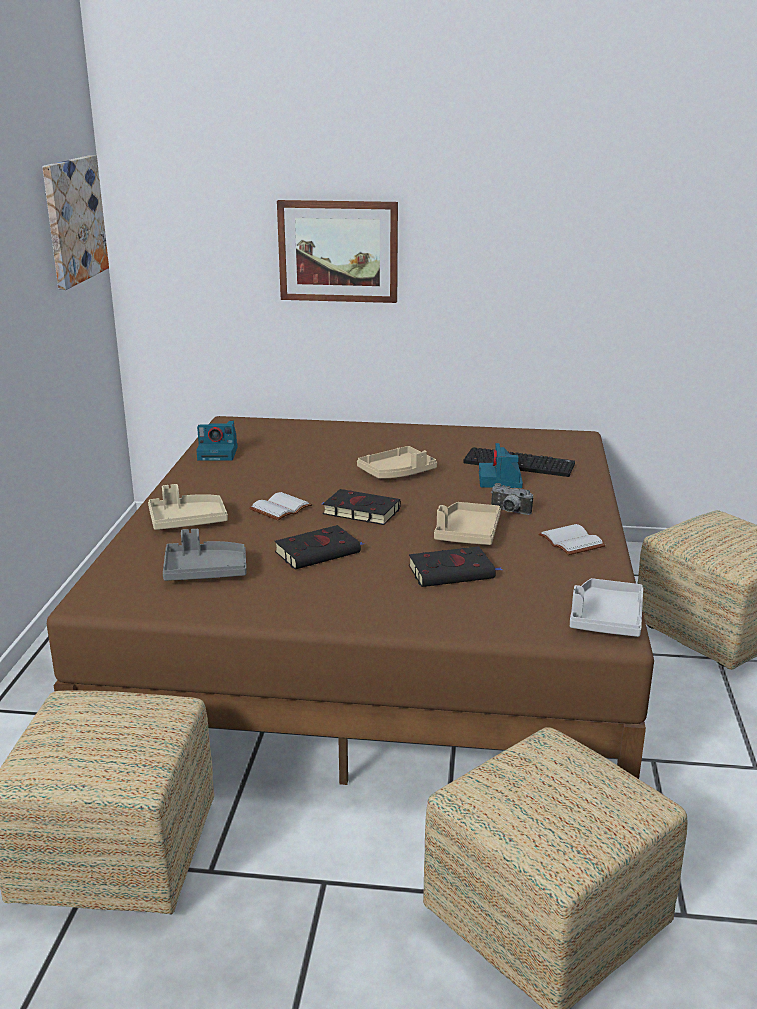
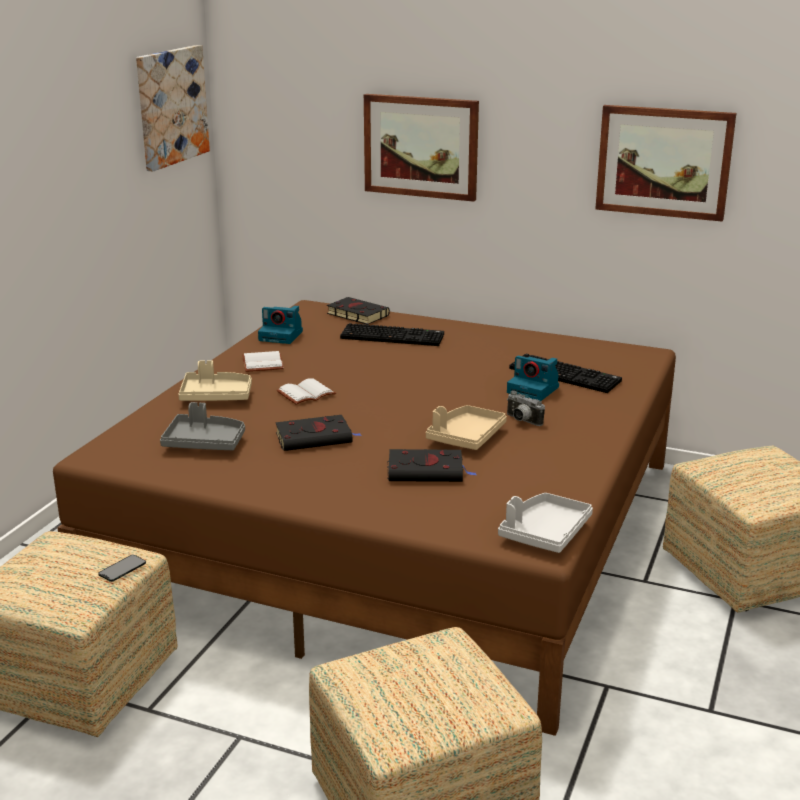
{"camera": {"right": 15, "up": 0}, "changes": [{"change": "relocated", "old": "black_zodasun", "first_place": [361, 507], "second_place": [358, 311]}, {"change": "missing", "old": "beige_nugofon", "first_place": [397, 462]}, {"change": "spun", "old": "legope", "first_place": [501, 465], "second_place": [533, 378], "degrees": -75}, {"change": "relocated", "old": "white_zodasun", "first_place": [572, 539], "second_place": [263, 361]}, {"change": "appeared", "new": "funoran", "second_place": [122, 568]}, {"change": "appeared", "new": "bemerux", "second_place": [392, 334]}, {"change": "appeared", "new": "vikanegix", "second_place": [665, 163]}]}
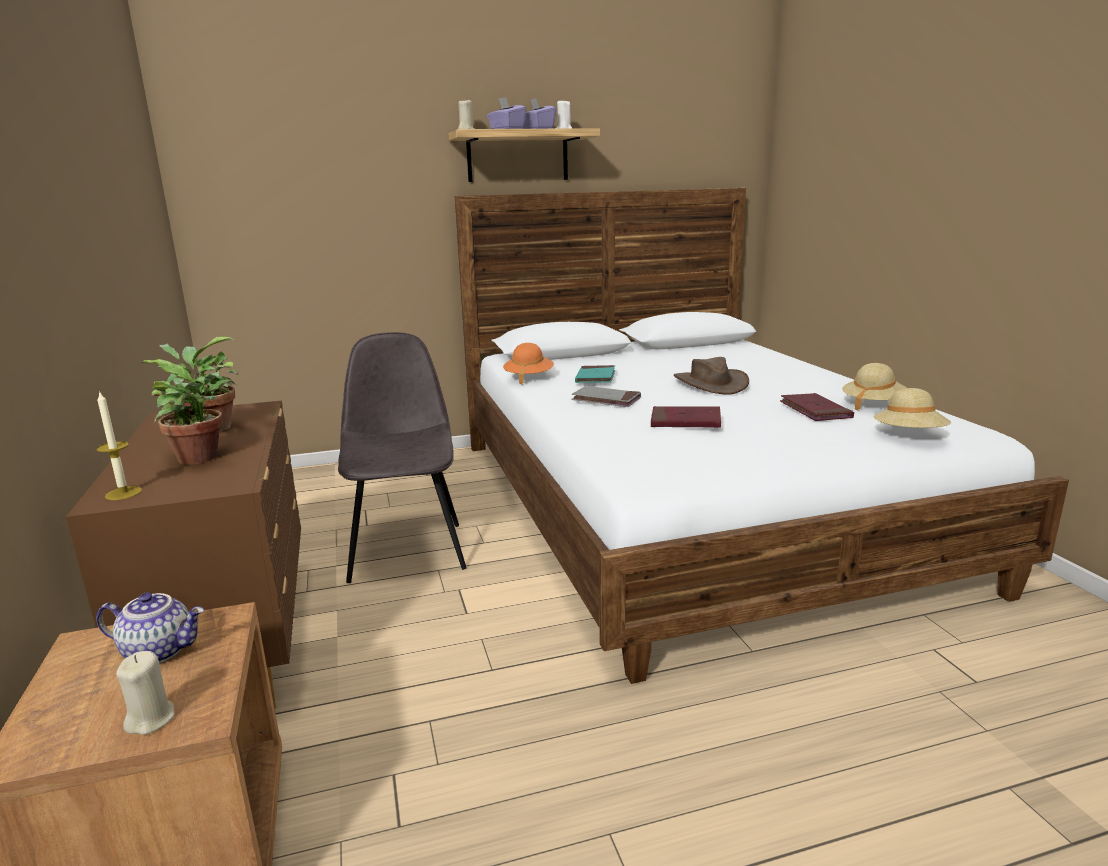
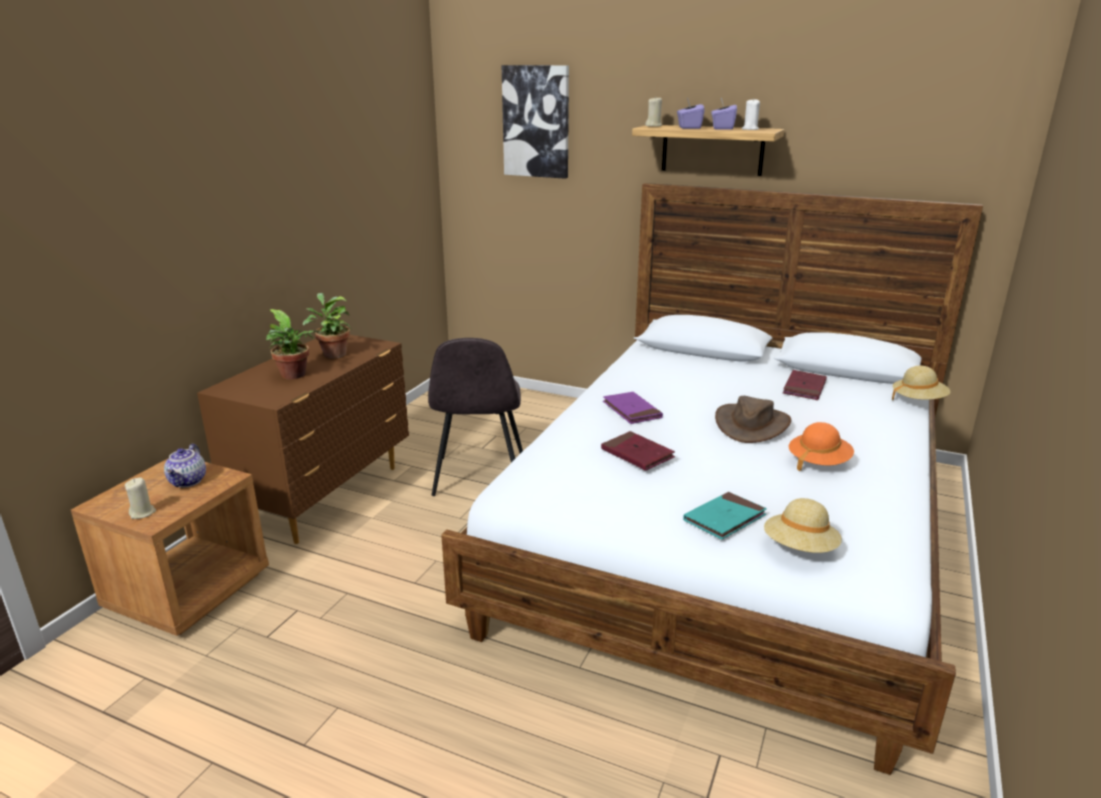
{"camera": {"right": 40, "up": 5}, "changes": [{"change": "missing", "old": "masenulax", "first_place": [119, 445]}, {"change": "spun", "old": "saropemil", "first_place": [150, 627], "second_place": [185, 465], "degrees": 45}, {"change": "spun", "old": "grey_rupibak", "first_place": [402, 457], "second_place": [475, 417], "degrees": 150}, {"change": "relocated", "old": "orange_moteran", "first_place": [528, 364], "second_place": [821, 447]}, {"change": "colour", "old": "grey_zodasun", "new": "purple_zodasun", "first_place": [606, 396], "second_place": [633, 408]}, {"change": "relocated", "old": "turquoise_zodasun", "first_place": [595, 374], "second_place": [725, 516]}, {"change": "relocated", "old": "red_zodasun", "first_place": [817, 407], "second_place": [805, 385]}, {"change": "relocated", "old": "beige_moteran", "first_place": [874, 387], "second_place": [921, 383]}, {"change": "appeared", "new": "vikanegix", "second_place": [535, 122]}]}
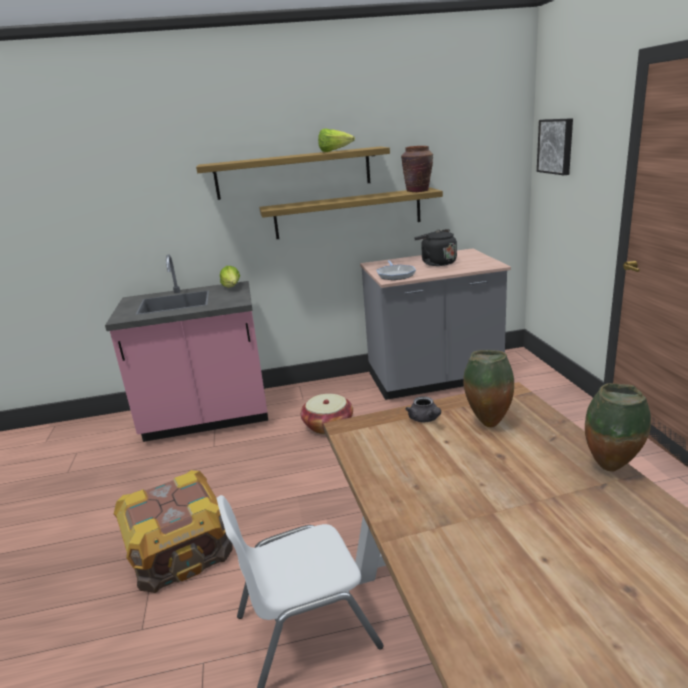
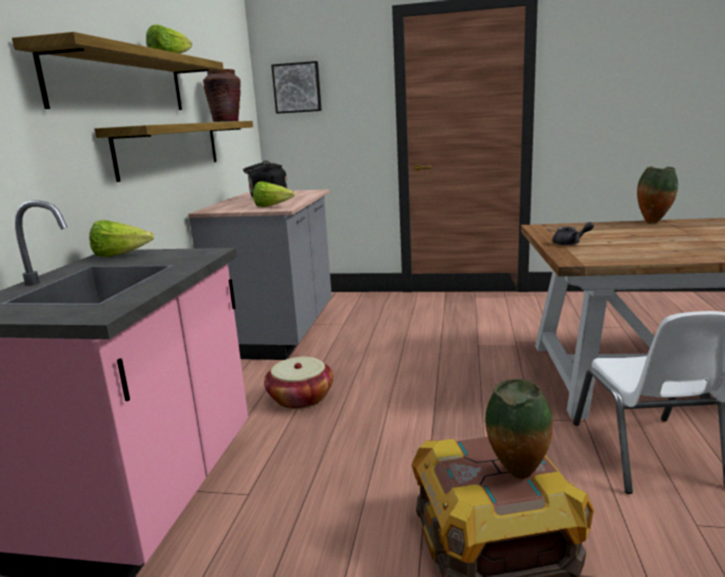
{"camera": {"right": -70, "up": -5}, "changes": [{"change": "exchanged", "old": "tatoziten", "new": "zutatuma", "first_place": [396, 270], "second_place": [274, 194]}, {"change": "relocated", "old": "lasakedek", "first_place": [488, 388], "second_place": [519, 429]}]}
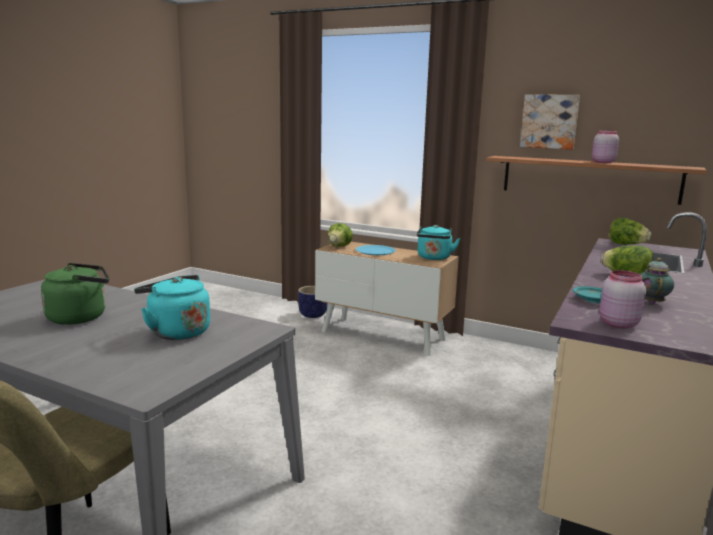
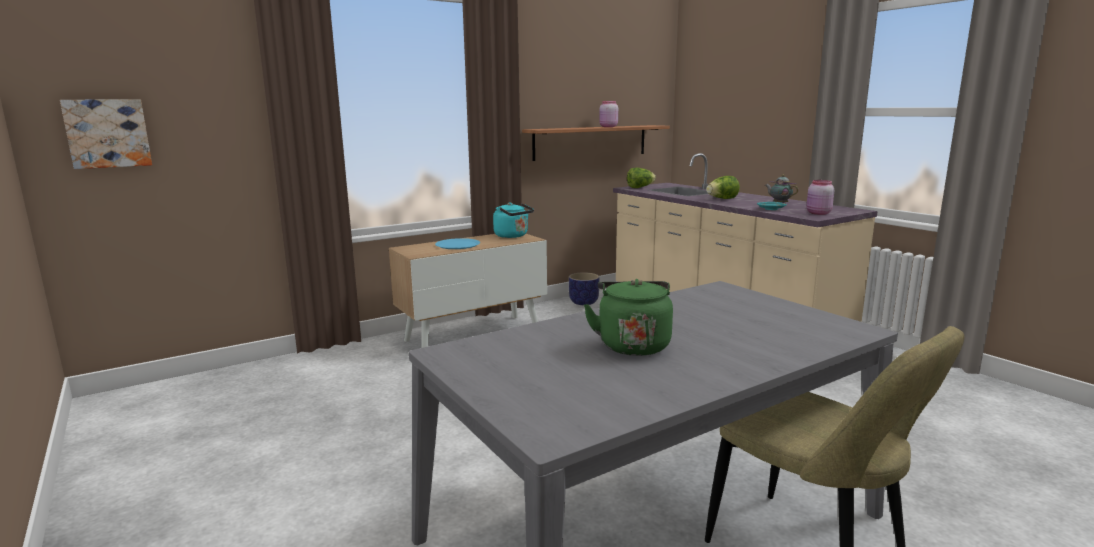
{"camera": {"right": -60, "up": 0}, "changes": [{"change": "missing", "old": "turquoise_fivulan", "first_place": [172, 307]}, {"change": "relocated", "old": "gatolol", "first_place": [313, 302], "second_place": [584, 288]}, {"change": "missing", "old": "zutatuma", "first_place": [340, 235]}, {"change": "relocated", "old": "vikanegix", "first_place": [550, 121], "second_place": [106, 134]}]}
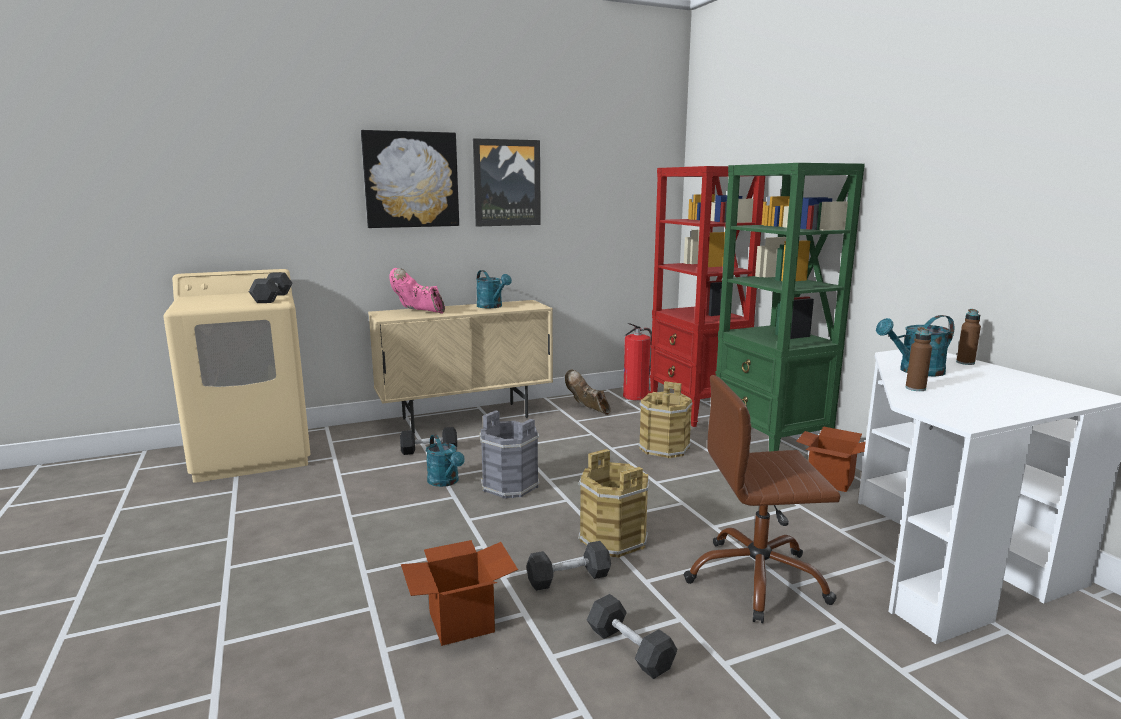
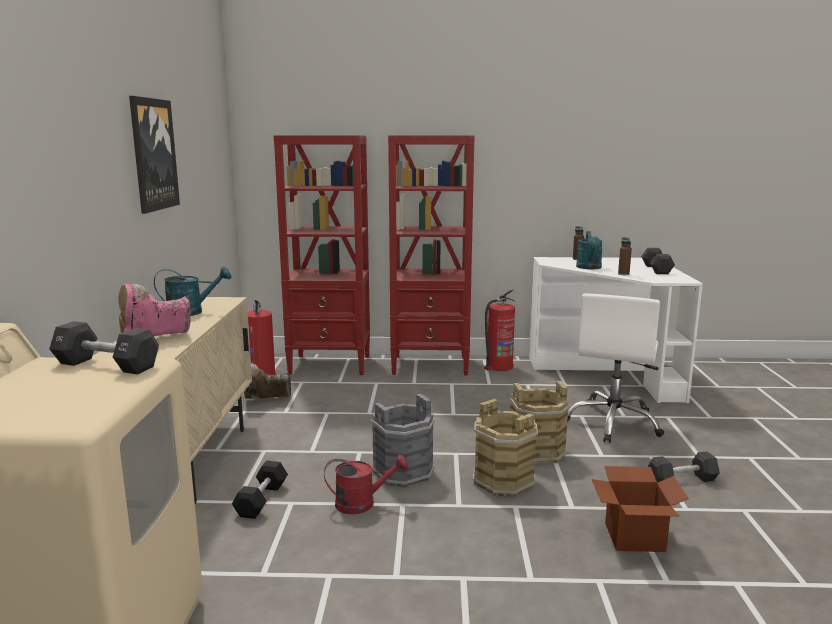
{"camera": {"right": -65, "up": 0}, "changes": [{"change": "missing", "old": "vikanegix", "first_place": [410, 179]}, {"change": "colour", "old": "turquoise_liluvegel", "new": "red_liluvegel", "first_place": [445, 460], "second_place": [366, 484]}, {"change": "relocated", "old": "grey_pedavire", "first_place": [568, 566], "second_place": [658, 261]}, {"change": "relocated", "old": "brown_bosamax", "first_place": [665, 419], "second_place": [505, 448]}, {"change": "colour", "old": "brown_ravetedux", "new": "white_ravetedux", "first_place": [762, 499], "second_place": [615, 368]}, {"change": "colour", "old": "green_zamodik", "new": "red_zamodik", "first_place": [790, 307], "second_place": [431, 255]}, {"change": "exchanged", "old": "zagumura", "new": "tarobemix", "first_place": [831, 459], "second_place": [499, 330]}]}
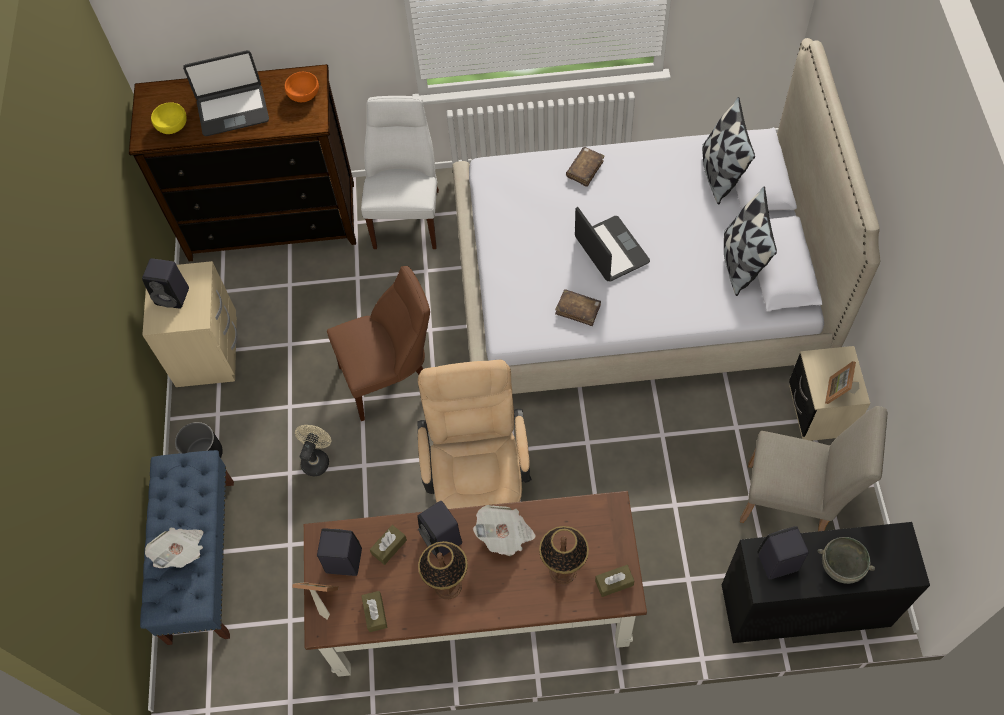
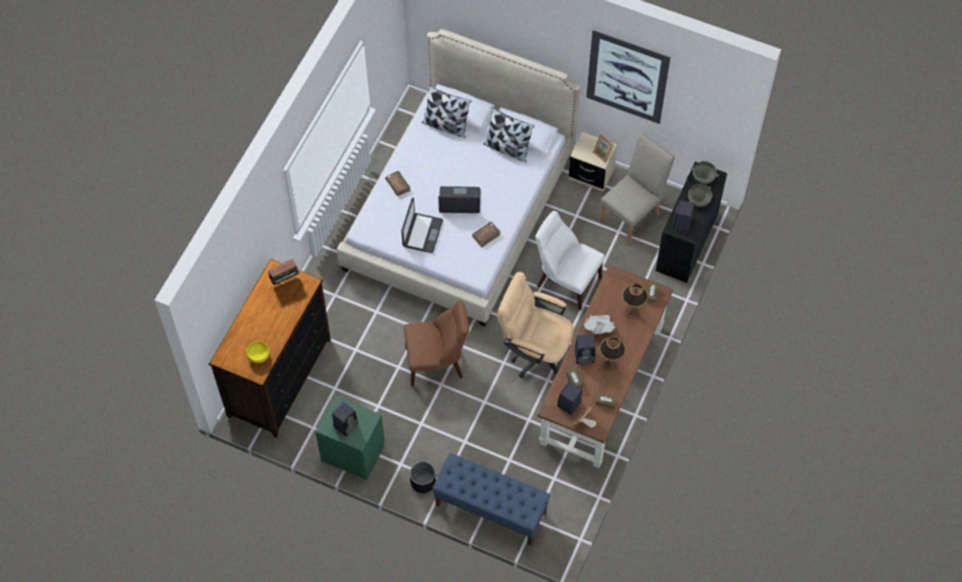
{"camera": {"right": -65, "up": 0}, "changes": [{"change": "colour", "old": "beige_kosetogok", "new": "green_kosetogok", "first_place": [190, 324], "second_place": [350, 438]}, {"change": "missing", "old": "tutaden", "first_place": [174, 548]}, {"change": "relocated", "old": "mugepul", "first_place": [226, 93], "second_place": [422, 225]}, {"change": "exchanged", "old": "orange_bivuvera", "new": "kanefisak", "first_place": [301, 87], "second_place": [283, 272]}, {"change": "missing", "old": "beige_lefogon", "first_place": [313, 450]}, {"change": "spun", "old": "brown_rupibak", "first_place": [378, 343], "second_place": [436, 343], "degrees": 75}, {"change": "relocated", "old": "white_rupibak", "first_place": [400, 172], "second_place": [570, 261]}, {"change": "appeared", "new": "vikanegix", "second_place": [628, 77]}, {"change": "appeared", "new": "grey_bivuvera", "second_place": [705, 172]}]}
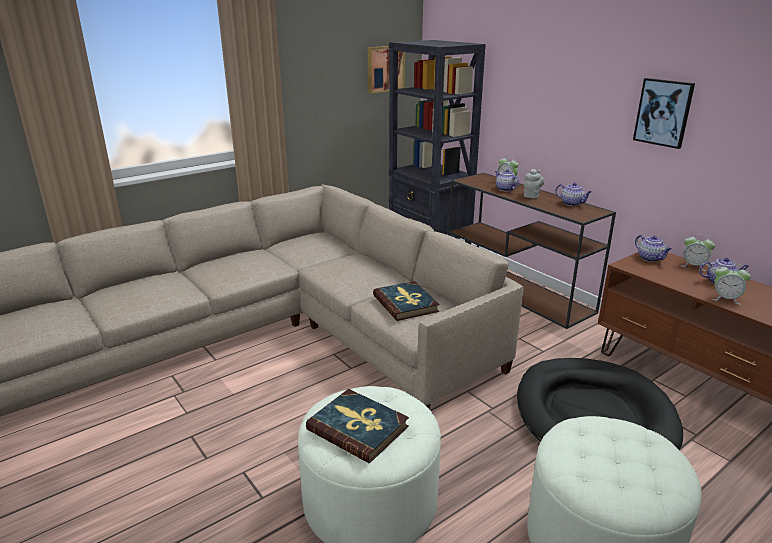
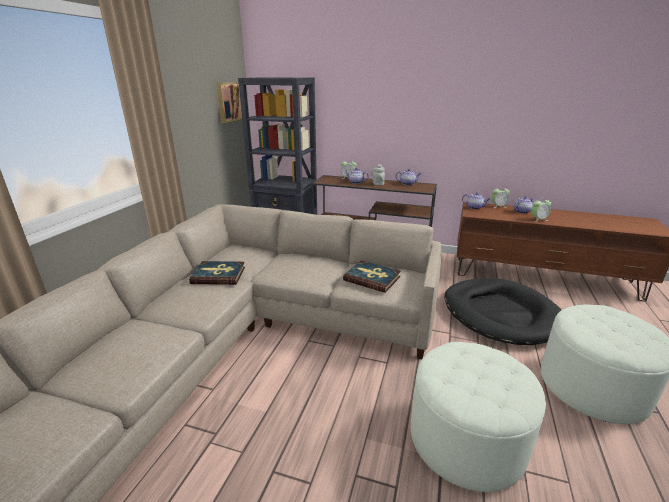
{"camera": {"right": -35, "up": 0}, "changes": [{"change": "relocated", "old": "zodasun", "first_place": [357, 426], "second_place": [217, 273]}, {"change": "missing", "old": "vikanegix", "first_place": [664, 113]}]}
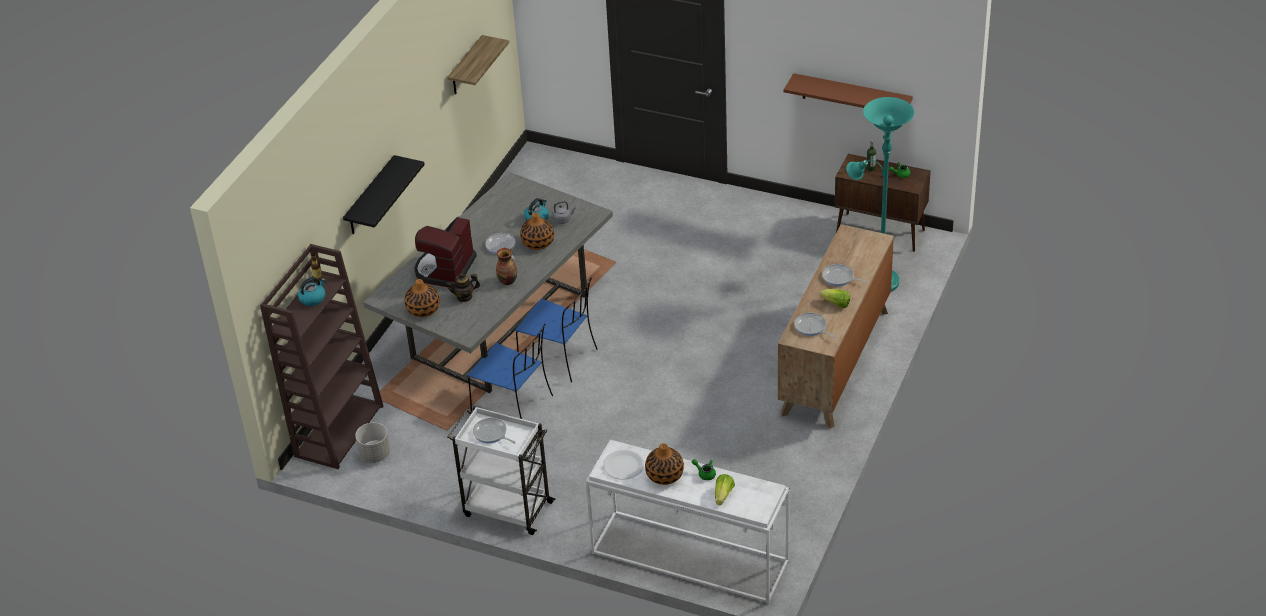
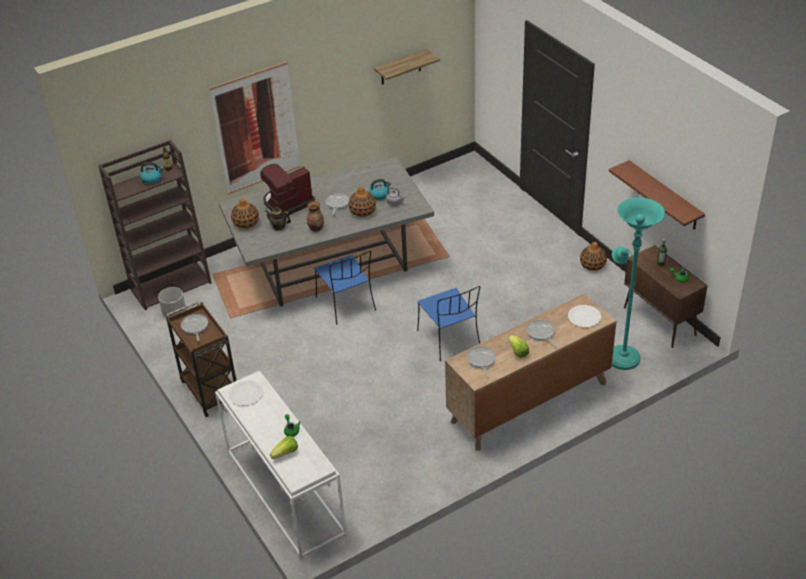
{"camera": {"right": 35, "up": 0}, "changes": [{"change": "exchanged", "old": "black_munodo", "new": "vikanegix", "first_place": [384, 194], "second_place": [254, 128]}, {"change": "colour", "old": "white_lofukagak", "new": "brown_lofukagak", "first_place": [502, 470], "second_place": [201, 359]}, {"change": "relocated", "old": "blue_rupibak", "first_place": [510, 371], "second_place": [448, 323]}, {"change": "relocated", "old": "lasakedek", "first_place": [664, 464], "second_place": [593, 256]}, {"change": "appeared", "new": "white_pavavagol", "second_place": [584, 316]}]}
